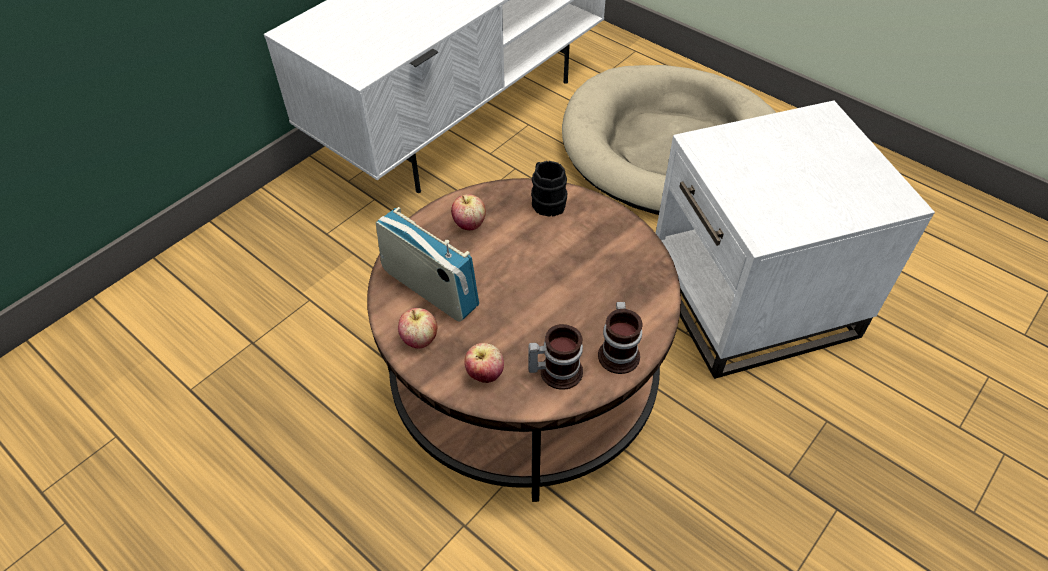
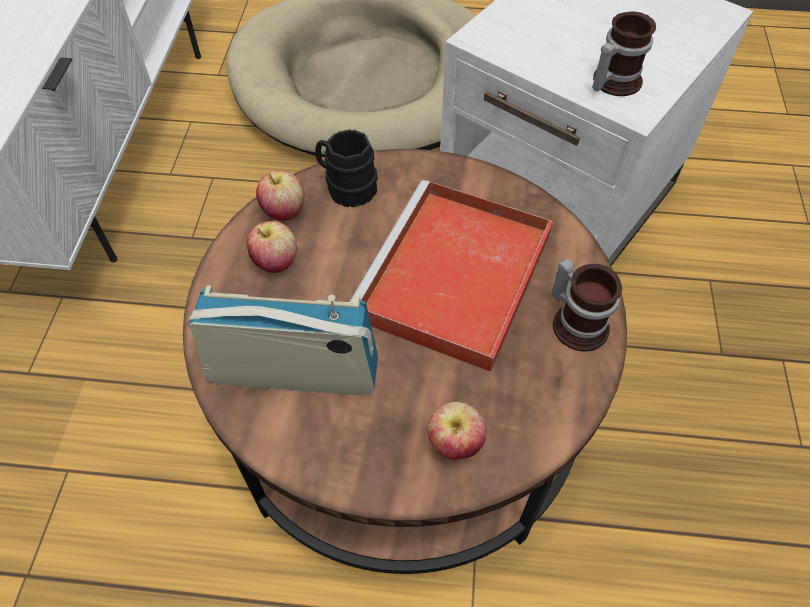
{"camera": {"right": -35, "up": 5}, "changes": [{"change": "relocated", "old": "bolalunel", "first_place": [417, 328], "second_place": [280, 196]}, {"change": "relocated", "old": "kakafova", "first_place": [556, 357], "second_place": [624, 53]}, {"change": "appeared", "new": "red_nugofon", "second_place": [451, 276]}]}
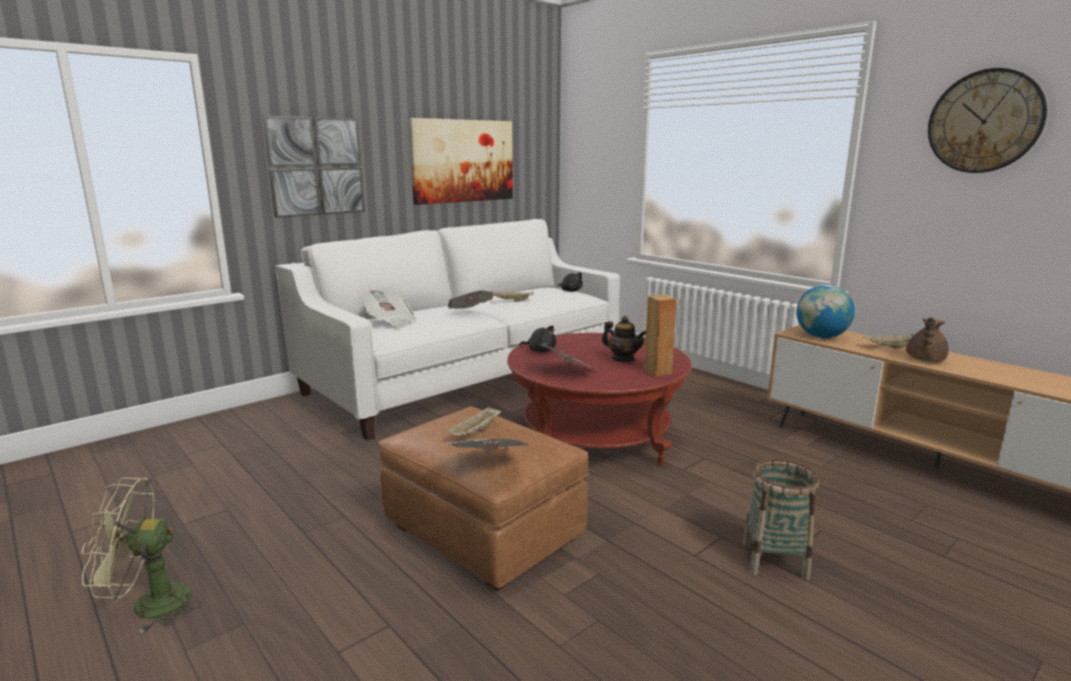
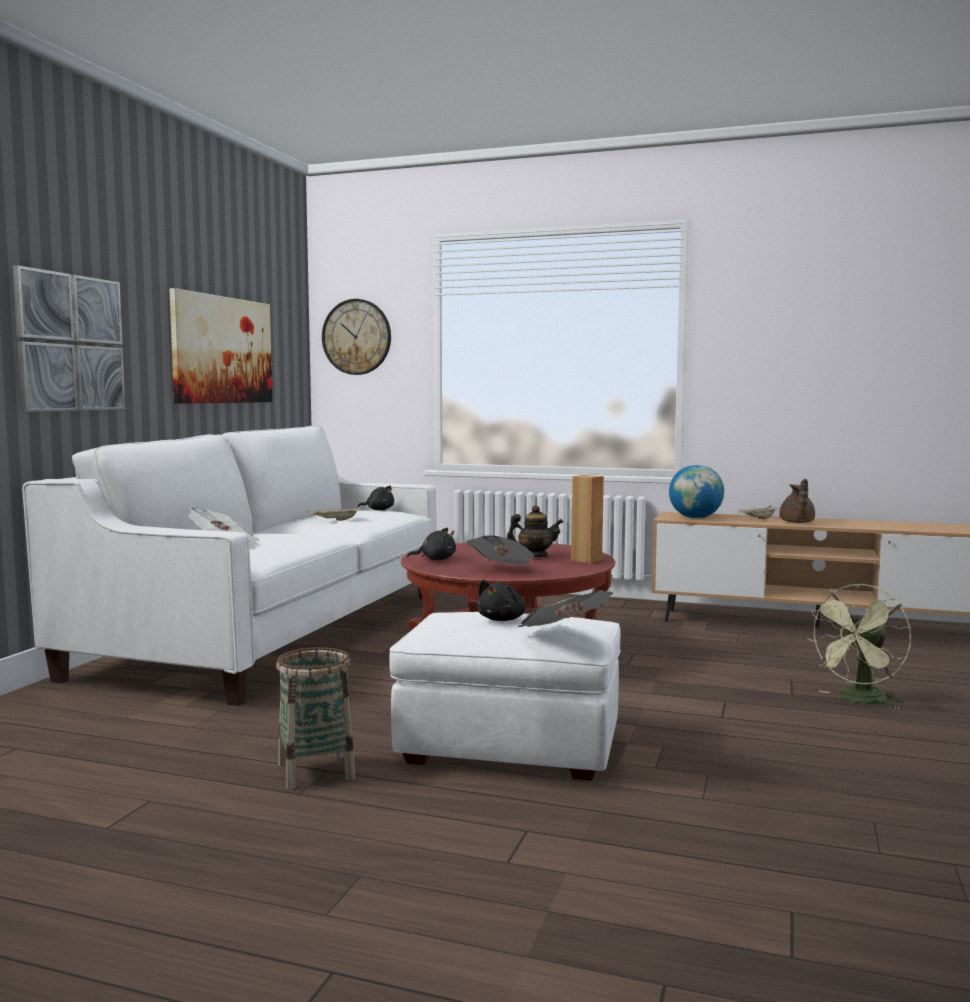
{"camera": {"right": -30, "up": -10}, "changes": [{"change": "relocated", "old": "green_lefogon", "first_place": [142, 556], "second_place": [859, 646]}, {"change": "colour", "old": "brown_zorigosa", "new": "white_zorigosa", "first_place": [483, 499], "second_place": [505, 696]}, {"change": "exchanged", "old": "beige_nugofon", "new": "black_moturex", "first_place": [473, 421], "second_place": [501, 600]}, {"change": "missing", "old": "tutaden", "first_place": [470, 299]}, {"change": "relocated", "old": "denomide", "first_place": [781, 520], "second_place": [315, 718]}, {"change": "relocated", "old": "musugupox", "first_place": [987, 120], "second_place": [356, 337]}]}
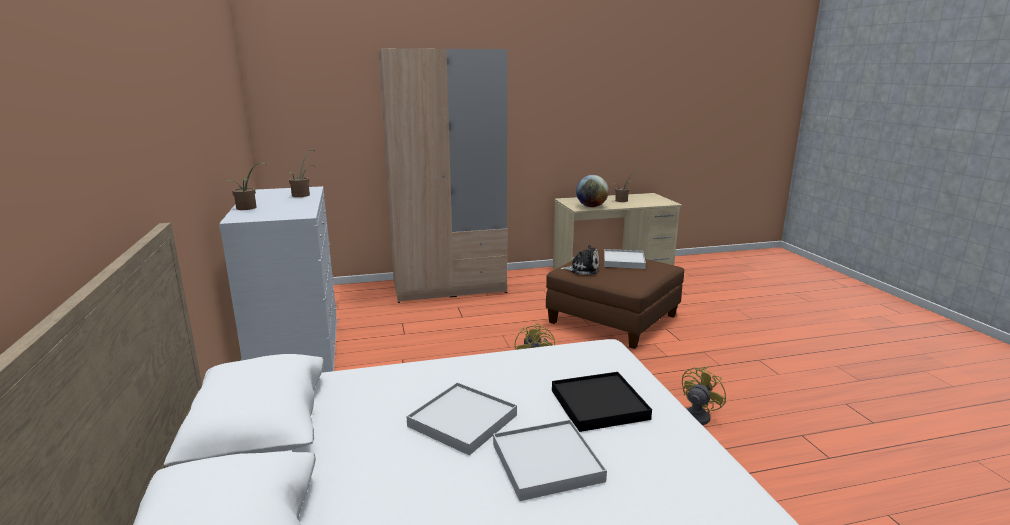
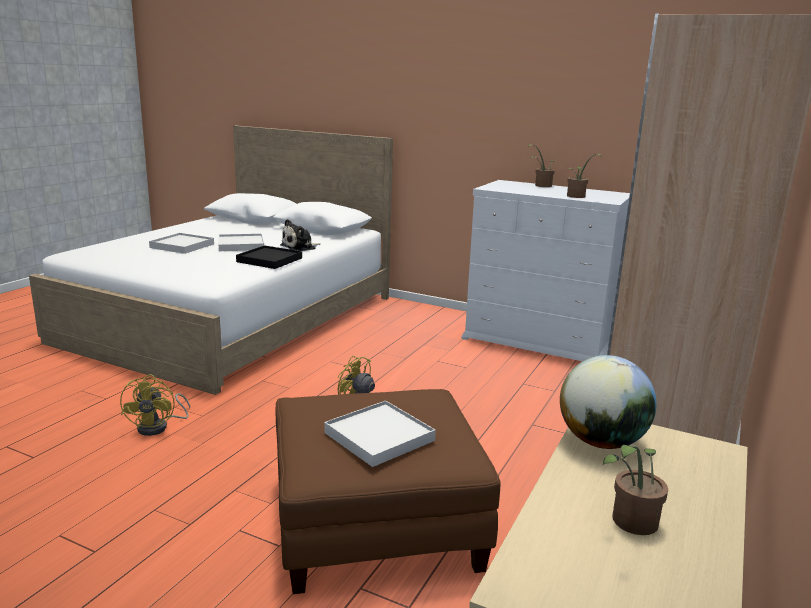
{"camera": {"right": 130, "up": 0}, "changes": [{"change": "relocated", "old": "black_nugofon", "first_place": [602, 402], "second_place": [269, 257]}, {"change": "relocated", "old": "moturex", "first_place": [580, 260], "second_place": [300, 235]}]}
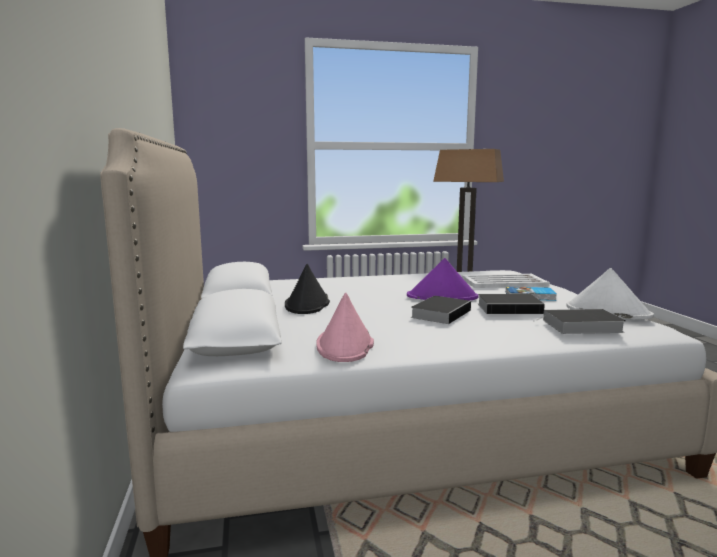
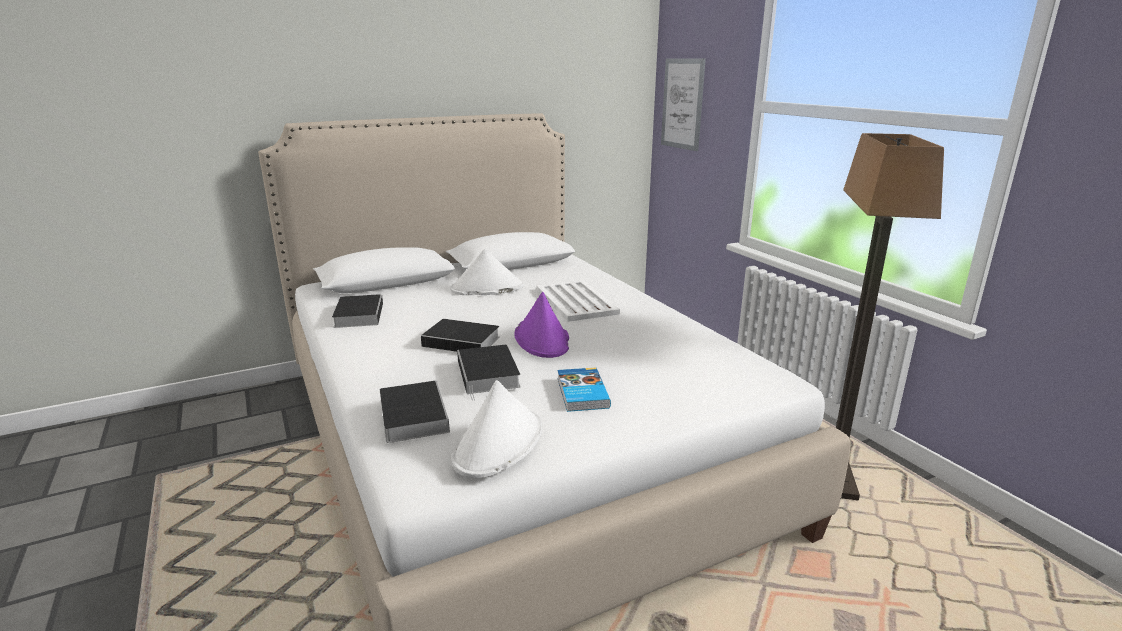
{"camera": {"right": 75, "up": 10}, "changes": [{"change": "colour", "old": "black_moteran", "new": "white_moteran", "first_place": [307, 289], "second_place": [487, 272]}, {"change": "exchanged", "old": "pink_moteran", "new": "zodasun", "first_place": [345, 327], "second_place": [357, 311]}, {"change": "relocated", "old": "white_nugofon", "first_place": [506, 281], "second_place": [578, 301]}, {"change": "appeared", "new": "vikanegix", "second_place": [683, 104]}]}
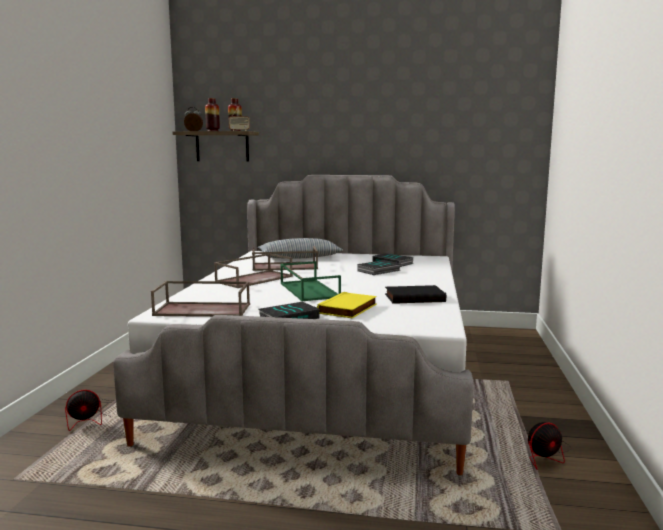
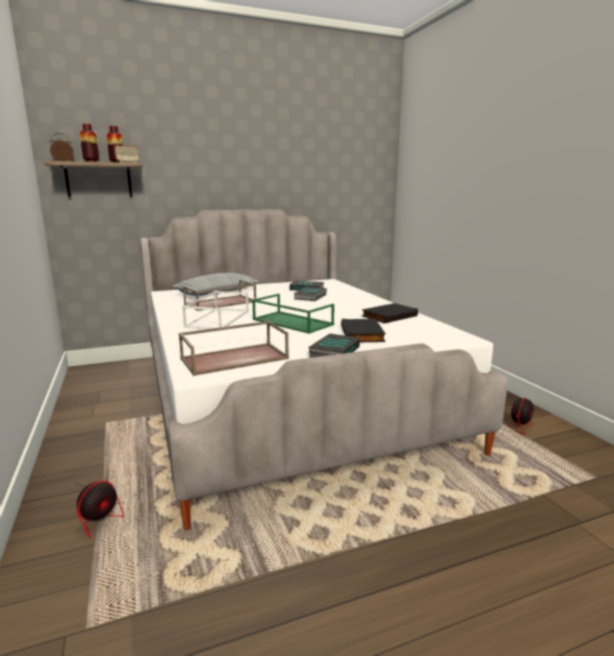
{"camera": {"right": -30, "up": 5}, "changes": [{"change": "colour", "old": "brown_nugofon", "new": "white_nugofon", "first_place": [253, 270], "second_place": [215, 310]}, {"change": "colour", "old": "yellow_zodasun", "new": "black_zodasun", "first_place": [347, 305], "second_place": [363, 330]}]}
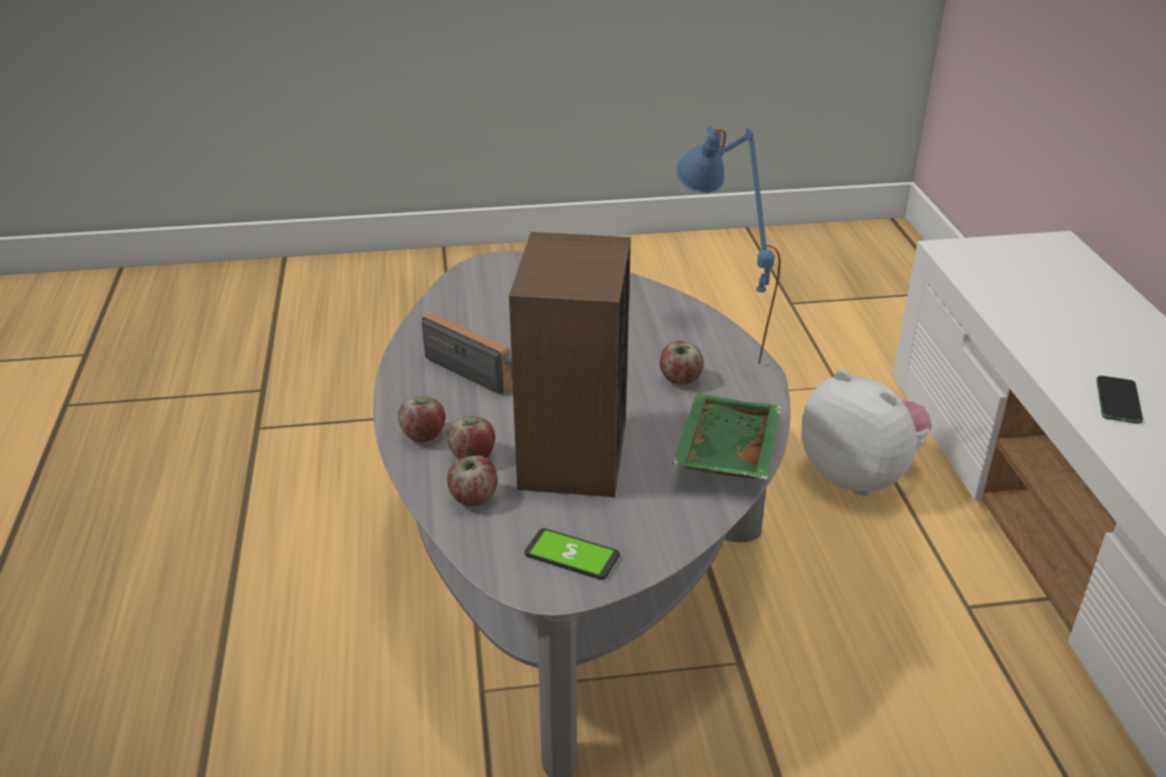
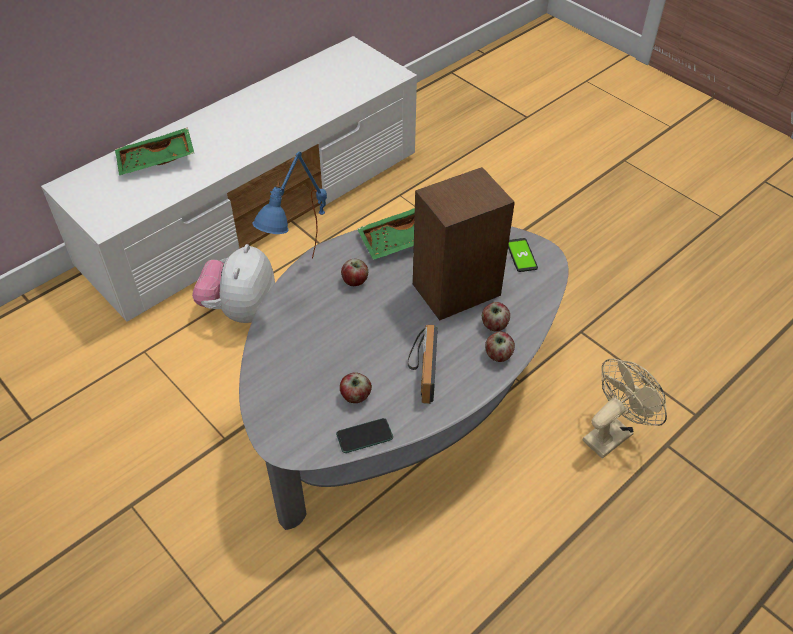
{"camera": {"right": -125, "up": 15}, "changes": [{"change": "relocated", "old": "bolalunel", "first_place": [472, 481], "second_place": [356, 387]}, {"change": "relocated", "old": "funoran", "first_place": [1119, 400], "second_place": [364, 435]}, {"change": "appeared", "new": "green_nugofon", "second_place": [154, 151]}, {"change": "appeared", "new": "beige_lefogon", "second_place": [625, 408]}]}
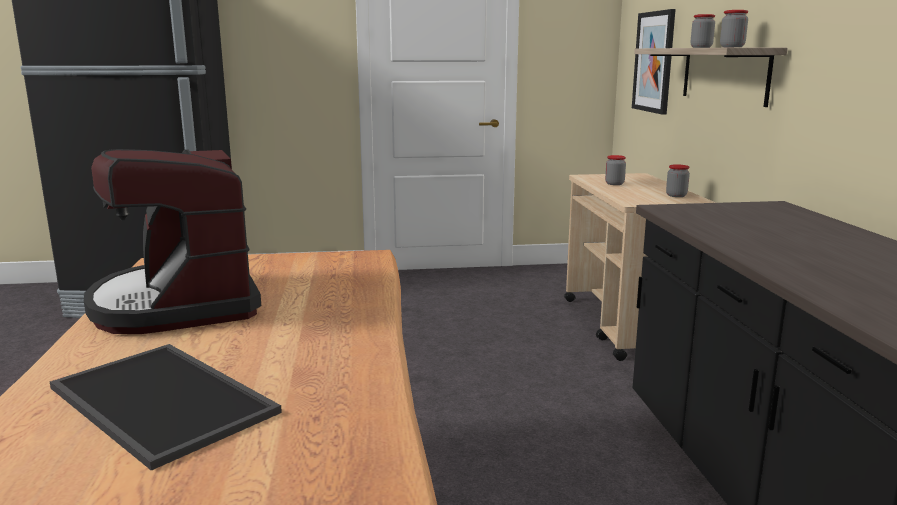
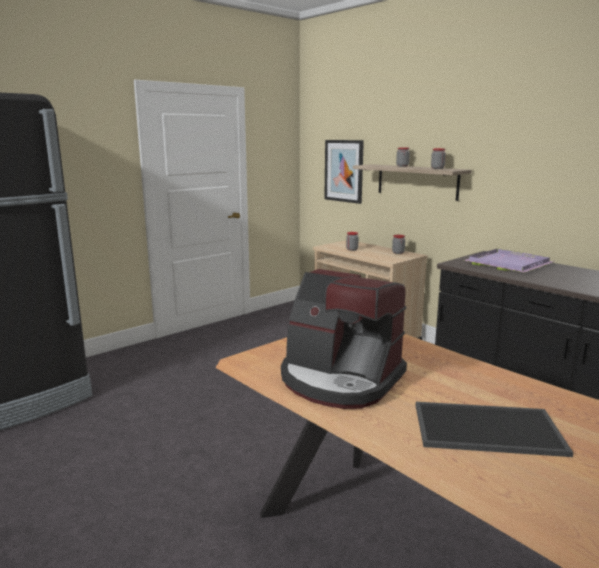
{"camera": {"right": -35, "up": 0}, "changes": [{"change": "appeared", "new": "purple_nugofon", "second_place": [508, 261]}]}
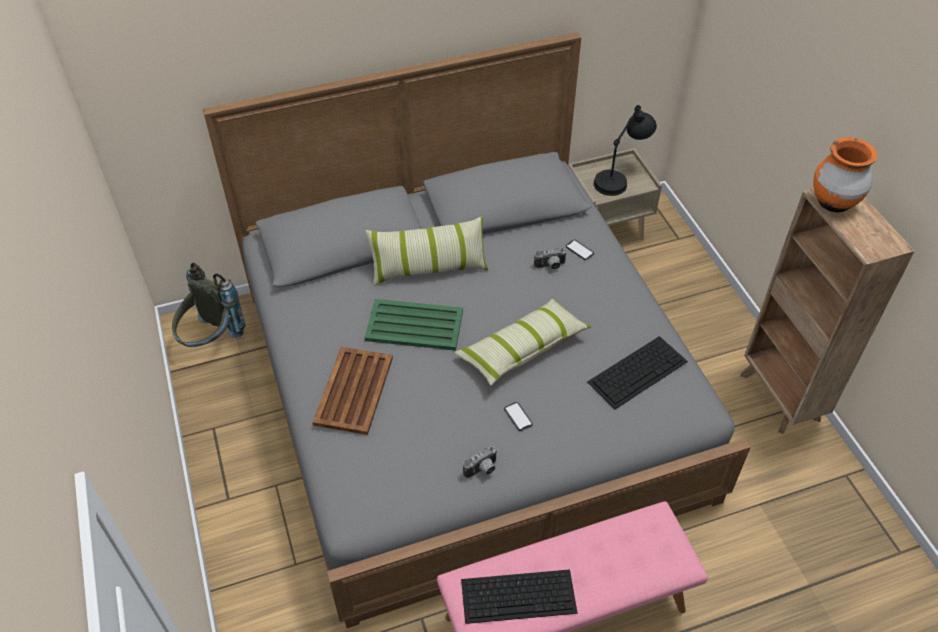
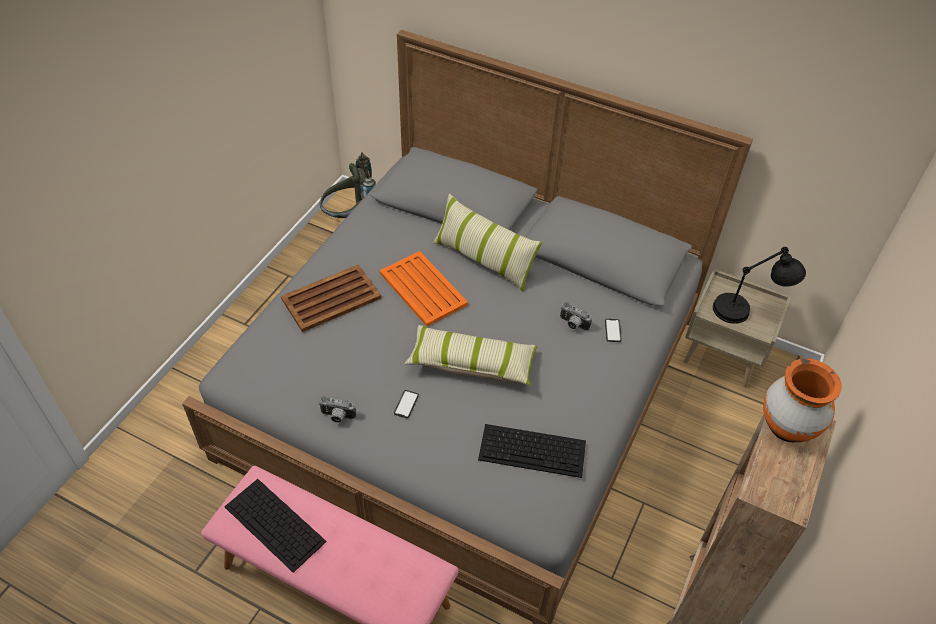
{"camera": {"right": 45, "up": 0}, "changes": [{"change": "colour", "old": "green_nugofon", "new": "orange_nugofon", "first_place": [414, 325], "second_place": [424, 288]}]}
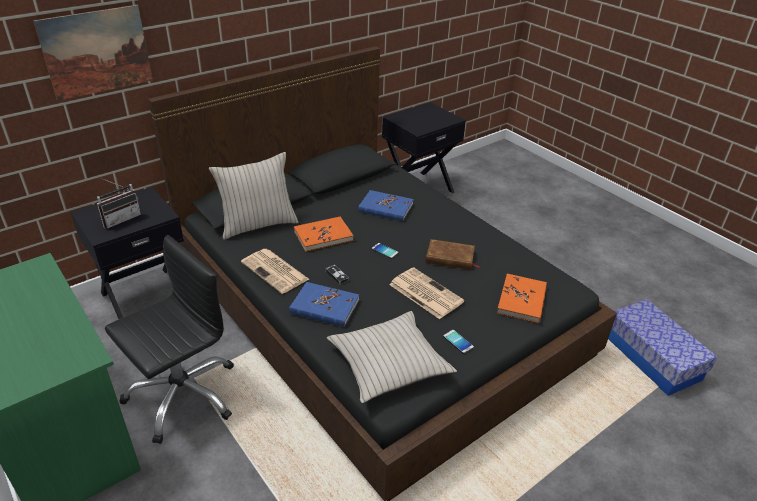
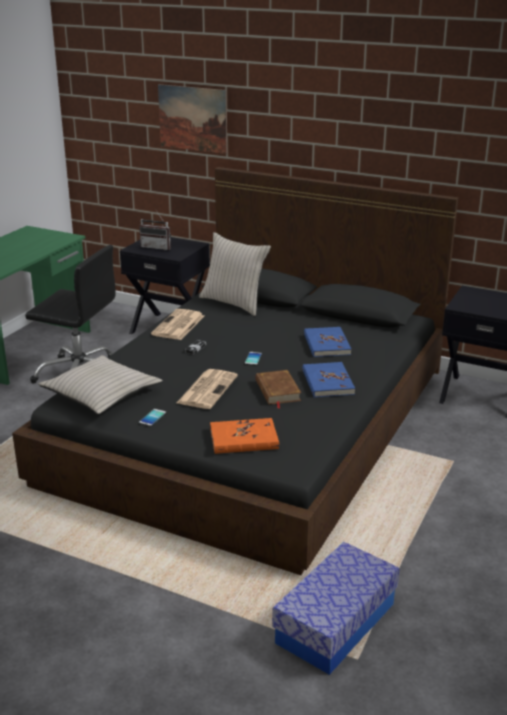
{"camera": {"right": 65, "up": -10}, "changes": [{"change": "relocated", "old": "blue_zodasun", "first_place": [324, 304], "second_place": [329, 380]}, {"change": "missing", "old": "orange_zodasun", "first_place": [324, 234]}]}
